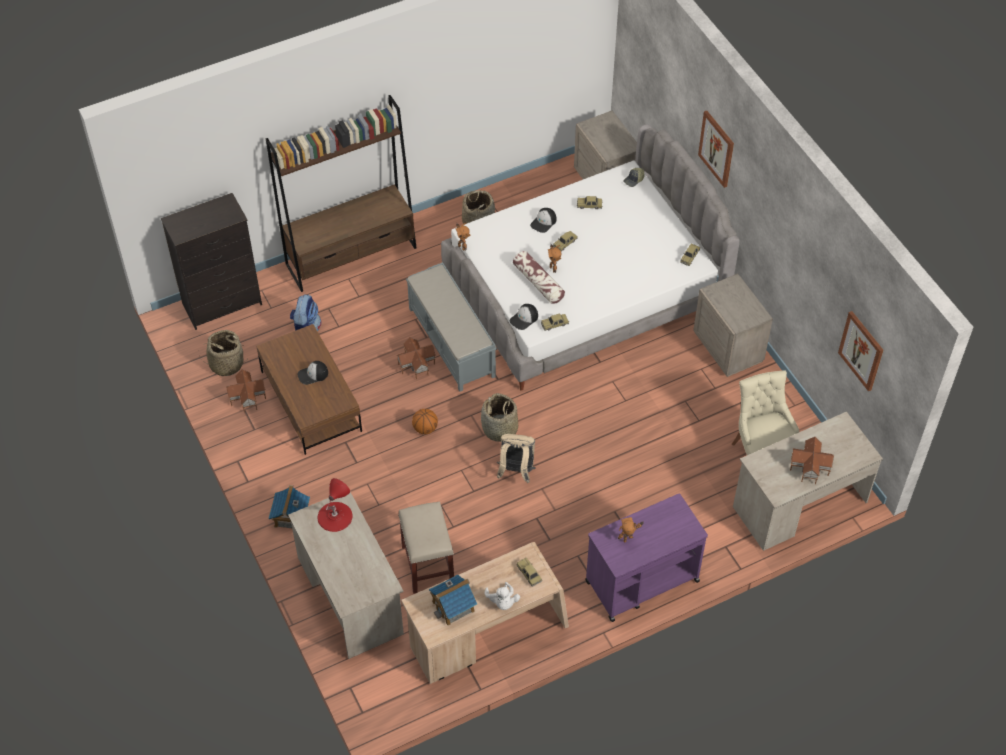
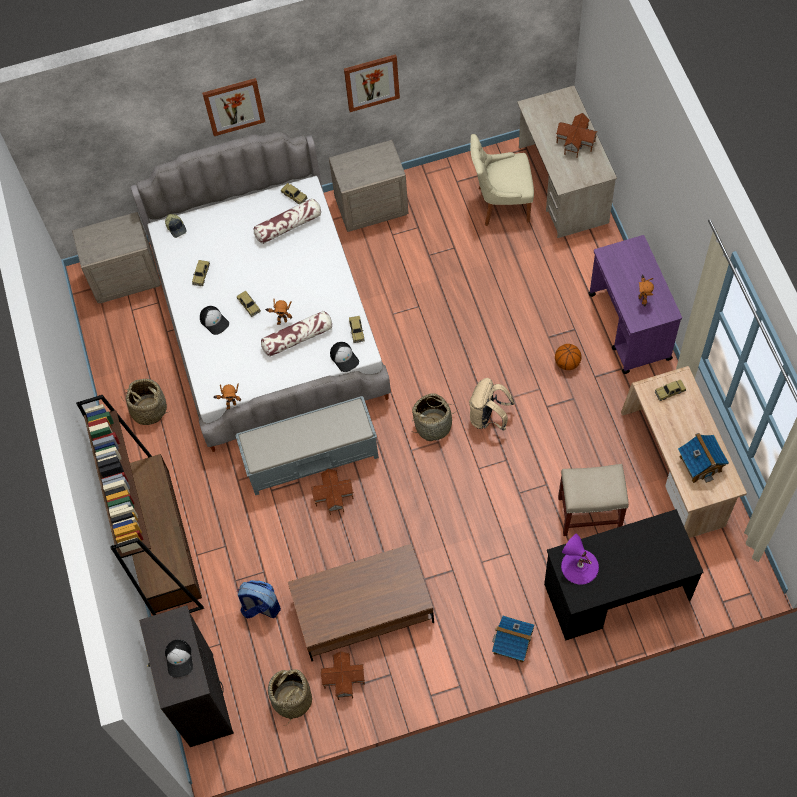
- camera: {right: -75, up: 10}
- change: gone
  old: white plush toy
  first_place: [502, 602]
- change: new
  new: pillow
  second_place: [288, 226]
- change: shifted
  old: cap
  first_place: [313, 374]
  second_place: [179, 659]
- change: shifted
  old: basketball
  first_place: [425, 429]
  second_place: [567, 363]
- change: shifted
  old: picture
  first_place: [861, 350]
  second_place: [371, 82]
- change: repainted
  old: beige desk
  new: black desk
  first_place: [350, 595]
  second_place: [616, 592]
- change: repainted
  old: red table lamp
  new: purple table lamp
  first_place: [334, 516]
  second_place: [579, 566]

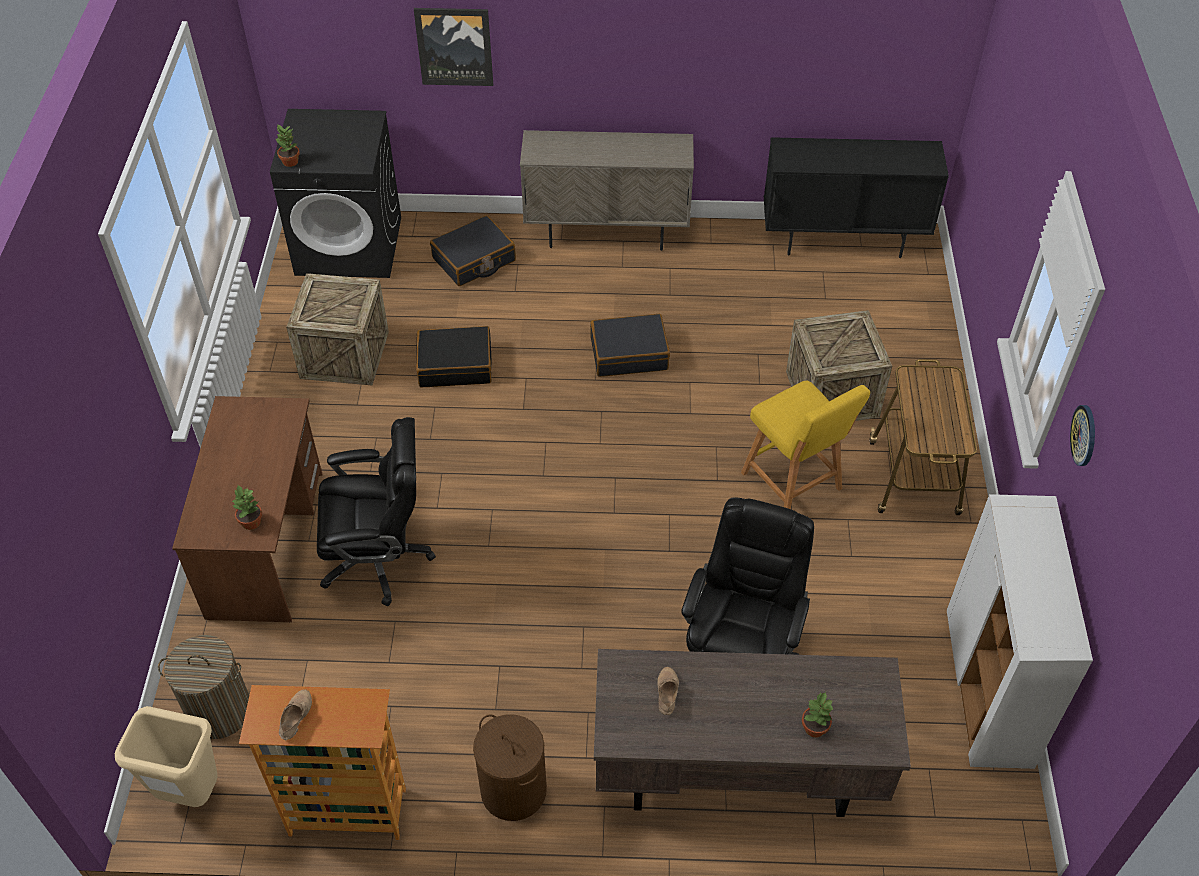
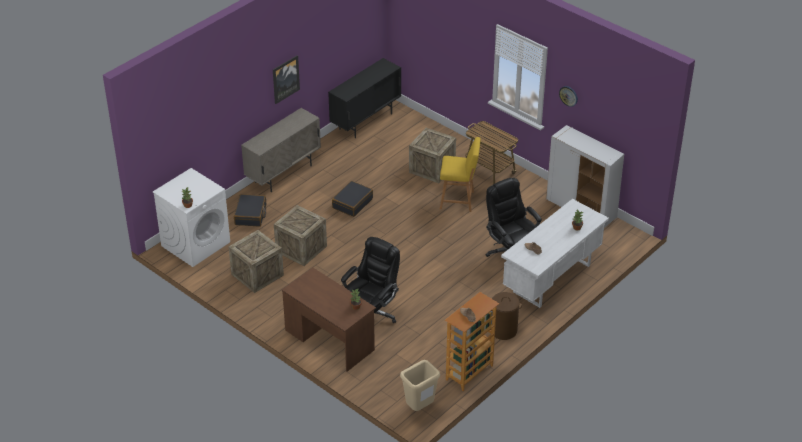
- camera: {right: -50, up: -10}
- change: gone
  old: laundry basket
  first_place: [219, 711]
- change: shifted
  old: picture
  first_place: [454, 46]
  second_place: [285, 79]
- change: swapped
  old: black suitcase
  new: crate
  first_place: [455, 365]
  second_place: [301, 249]
- change: repainted
  old: black washing machine
  new: white washing machine
  first_place: [350, 245]
  second_place: [196, 243]
- change: repainted
  old: brown desk
  new: white desk
  first_place: [736, 775]
  second_place: [551, 279]

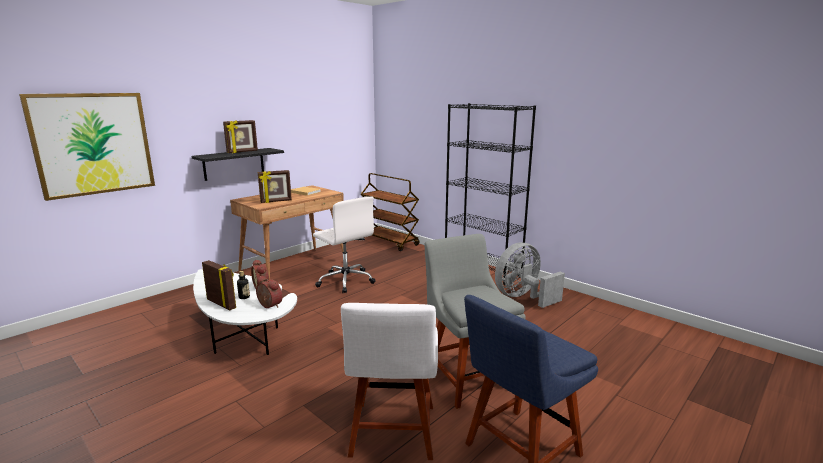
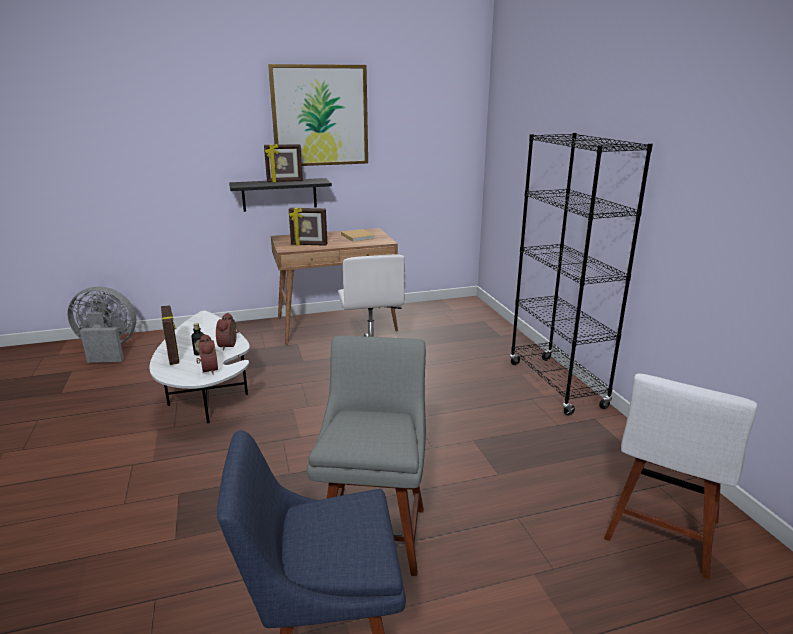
- camera: {right: 30, up: 5}
- change: gone
  old: brown cart
  first_place: [389, 242]
- change: shifted
  old: picture
  first_place: [93, 144]
  second_place: [320, 116]
- change: shifted
  old: white chair
  first_place: [392, 434]
  second_place: [661, 533]
- change: shifted
  old: grey fan
  first_place: [523, 297]
  second_place: [107, 350]

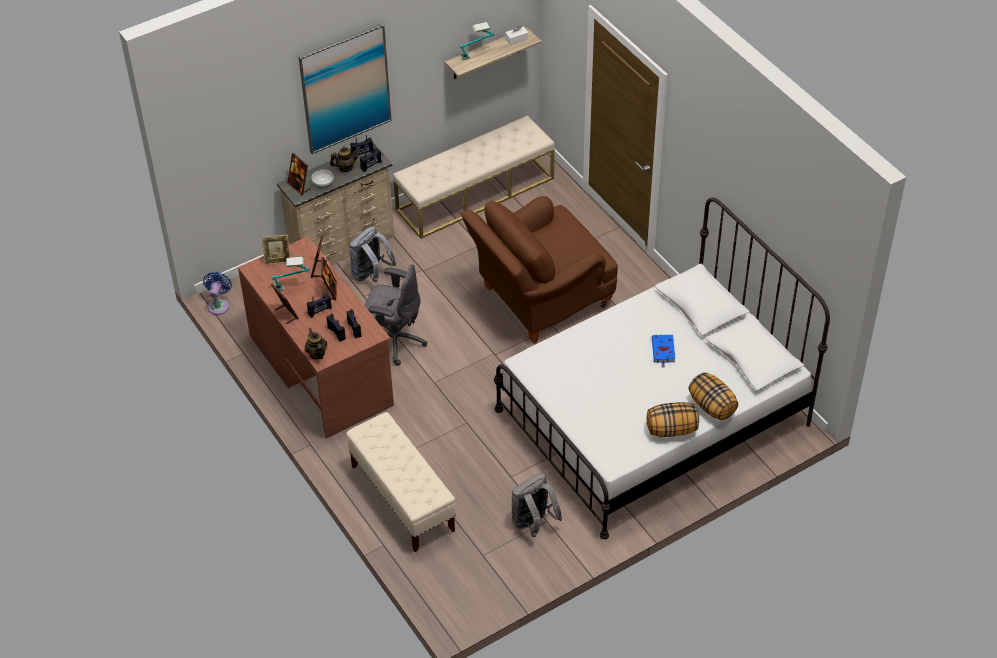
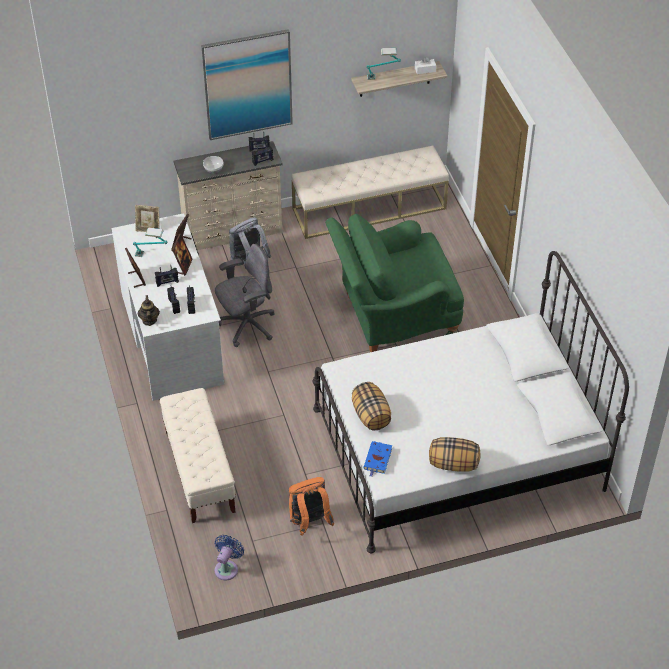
- camera: {right: 15, up: 0}
- change: gone
  old: picture frame
  first_place: [299, 186]
- change: gone
  old: teapot
  first_place: [345, 168]
- change: shifted
  old: blue fan
  first_place: [219, 305]
  second_place: [227, 568]
- change: shifted
  old: blue book
  first_place: [663, 351]
  second_place: [377, 460]
- change: shifted
  old: pillow
  first_place: [712, 406]
  second_place: [371, 415]
- change: repainted
  old: brown desk
  new: white desk
  first_place: [321, 369]
  second_place: [172, 337]
- change: repainted
  old: brown armchair
  new: green armchair
  first_place: [539, 299]
  second_place: [392, 316]
- change: repainted
  old: grey backpack
  new: orange backpack
  first_place: [533, 523]
  second_place: [309, 522]
- change: rotated
  old: grey office chair
  first_place: [394, 341]
  second_place: [246, 326]
  degrees: -60

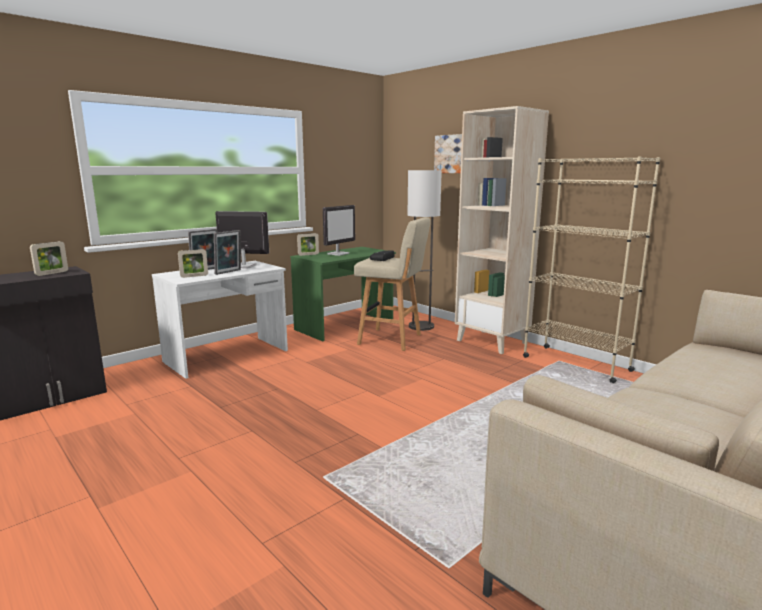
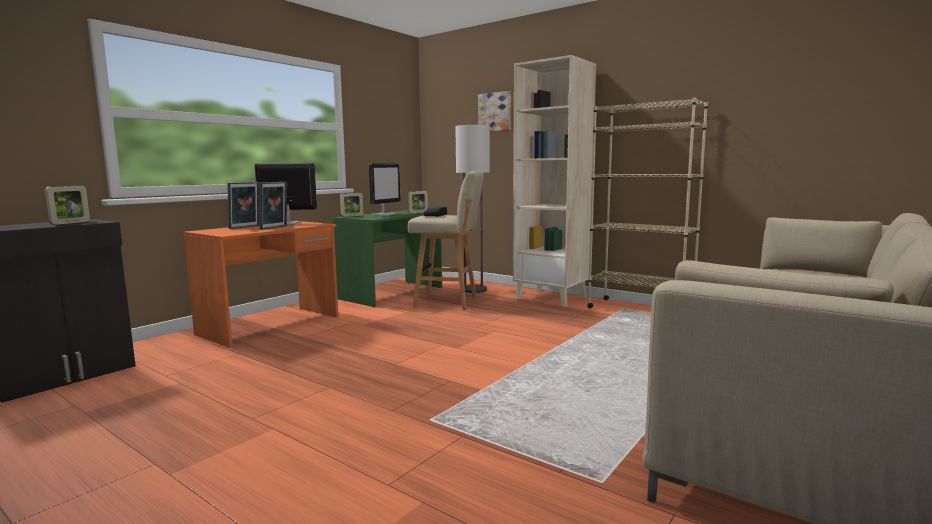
- camera: {right: -10, up: -5}
- change: shifted
  old: picture frame
  first_place: [194, 276]
  second_place: [418, 212]
- change: repainted
  old: white desk
  new: orange desk
  first_place: [228, 356]
  second_place: [271, 325]

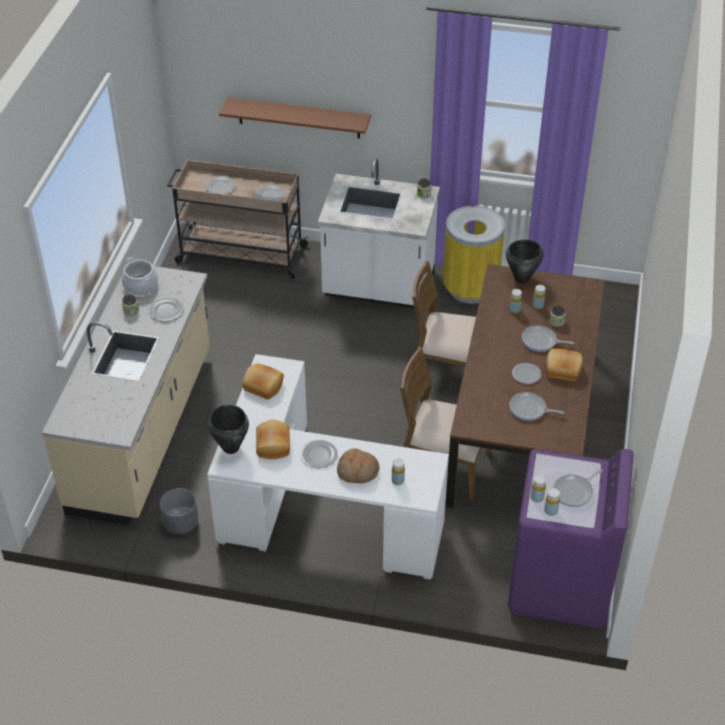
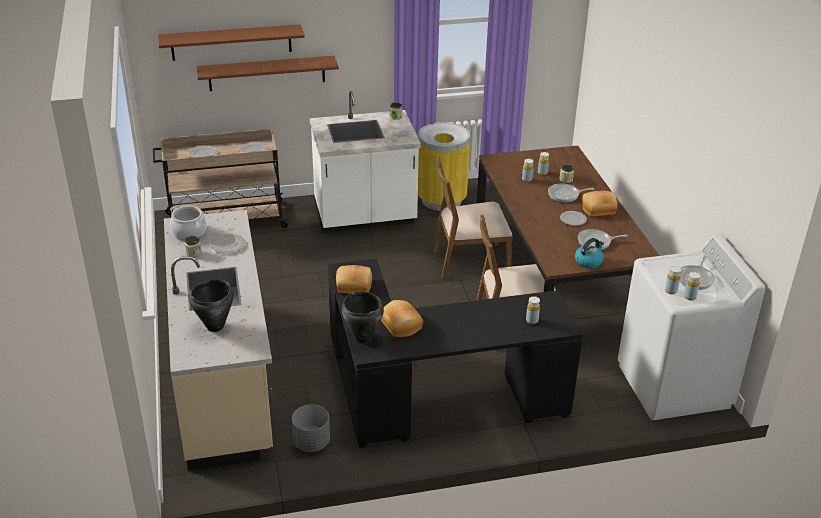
- camera: {right: -25, up: -10}
- change: gone
  old: plate
  first_place: [318, 455]
- change: gone
  old: bread
  first_place: [357, 471]
- change: new
  new: brown shelf
  second_place: [231, 42]
- change: new
  new: kettle
  second_place: [588, 261]
- change: shifted
  old: black cooking pot
  first_place: [522, 279]
  second_place: [215, 326]
- change: repainted
  old: white desk
  new: black desk
  first_place: [314, 513]
  second_place: [430, 397]
- change: repainted
  old: purple washing machine
  new: white washing machine
  first_place: [560, 584]
  second_place: [674, 386]

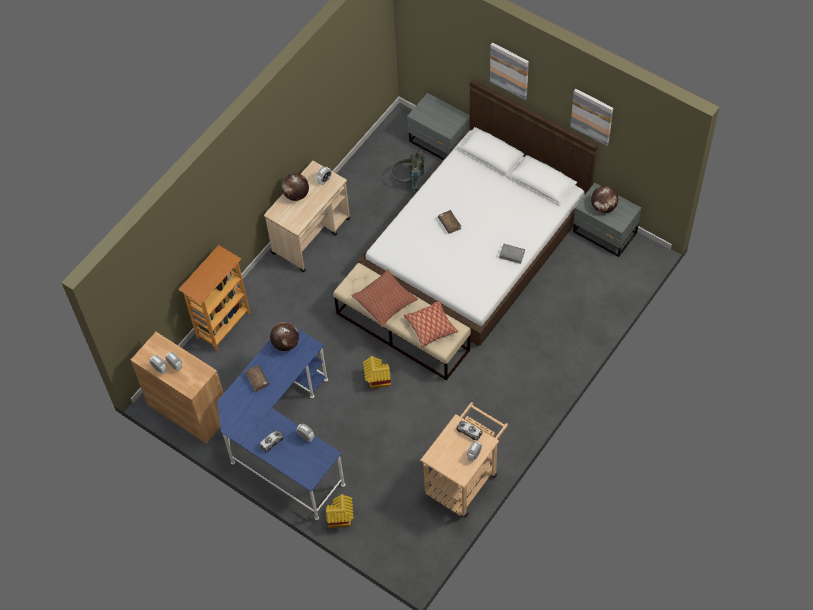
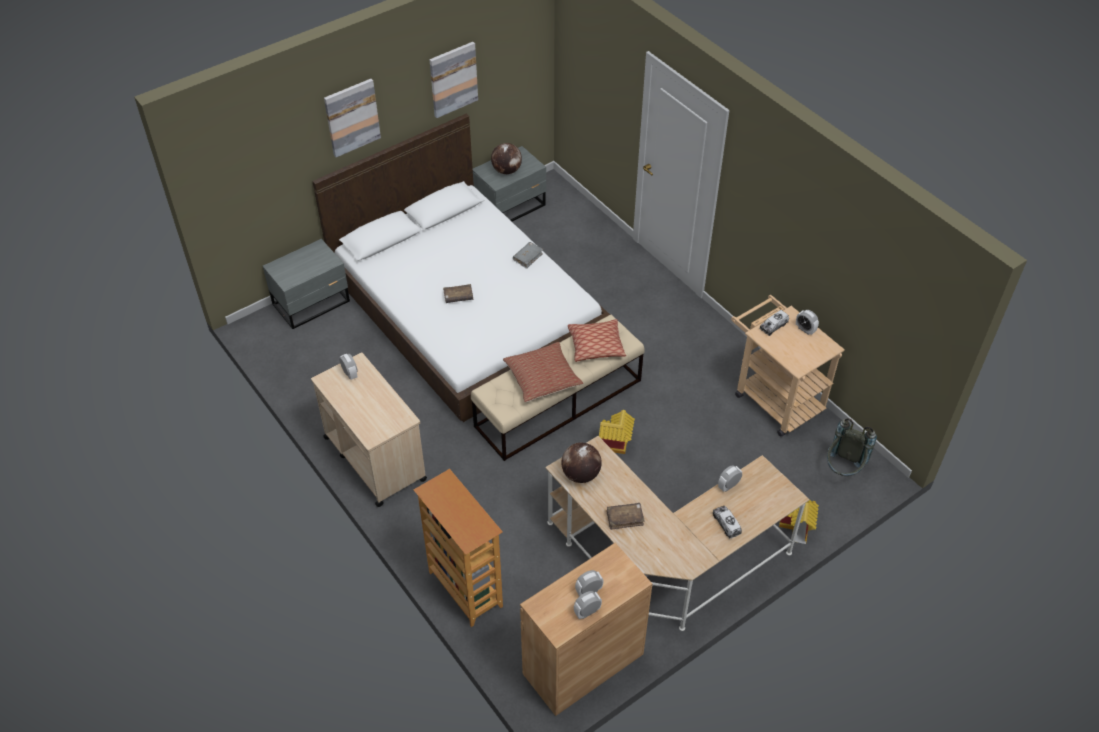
- camera: {right: -75, up: -10}
- change: gone
  old: globe
  first_place: [296, 195]
- change: shifted
  old: grey backpack
  first_place: [408, 181]
  second_place: [842, 470]
- change: repainted
  old: blue desk
  new: beige desk
  first_place: [283, 439]
  second_place: [666, 561]

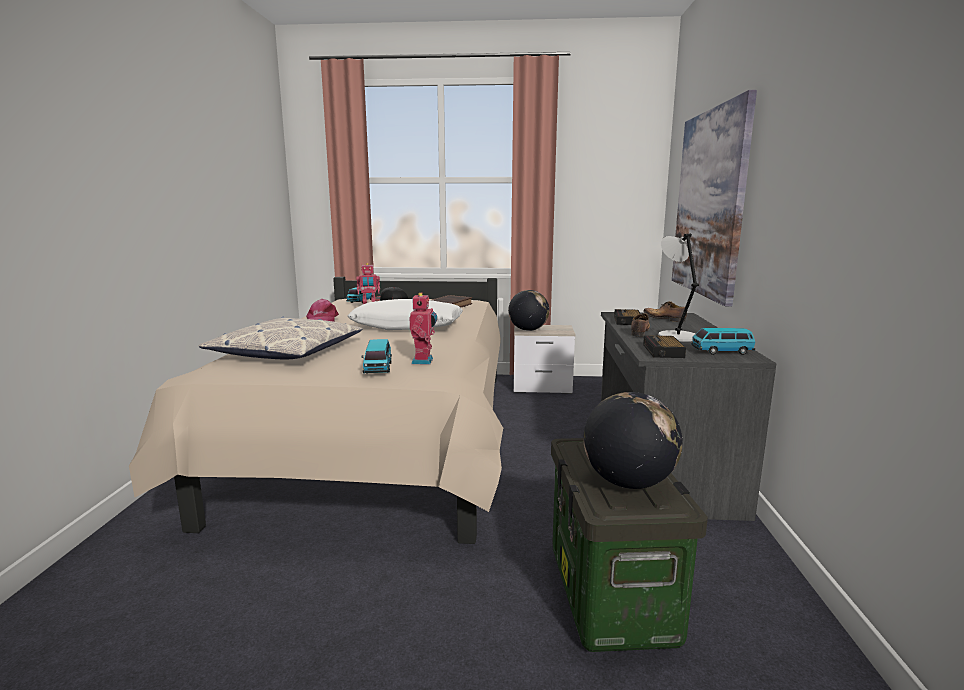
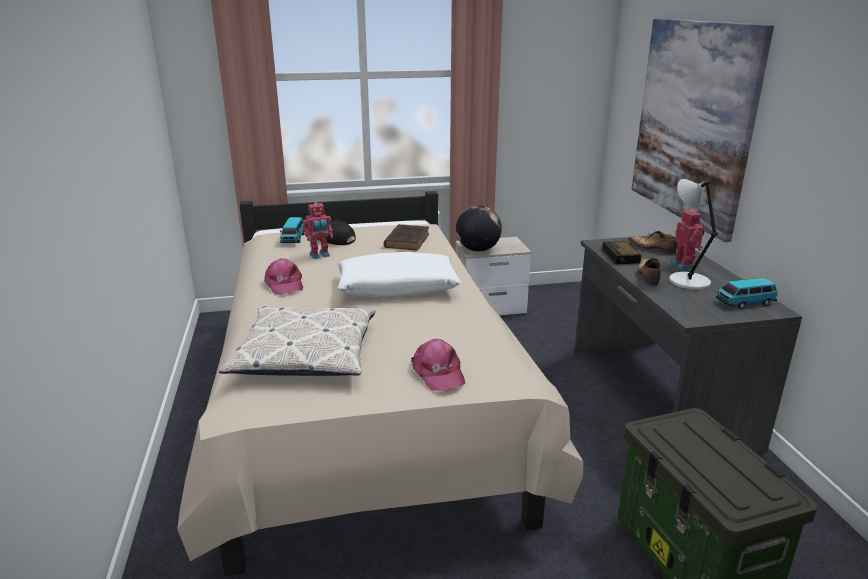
- camera: {right: -15, up: 10}
- change: gone
  old: globe
  first_place: [628, 482]
- change: gone
  old: alarm clock
  first_place: [663, 351]
- change: shifted
  old: toy robot
  first_place: [424, 361]
  second_place: [684, 265]
- change: swapped
  old: toy car
  new: pink cap
  first_place: [378, 368]
  second_place: [438, 373]

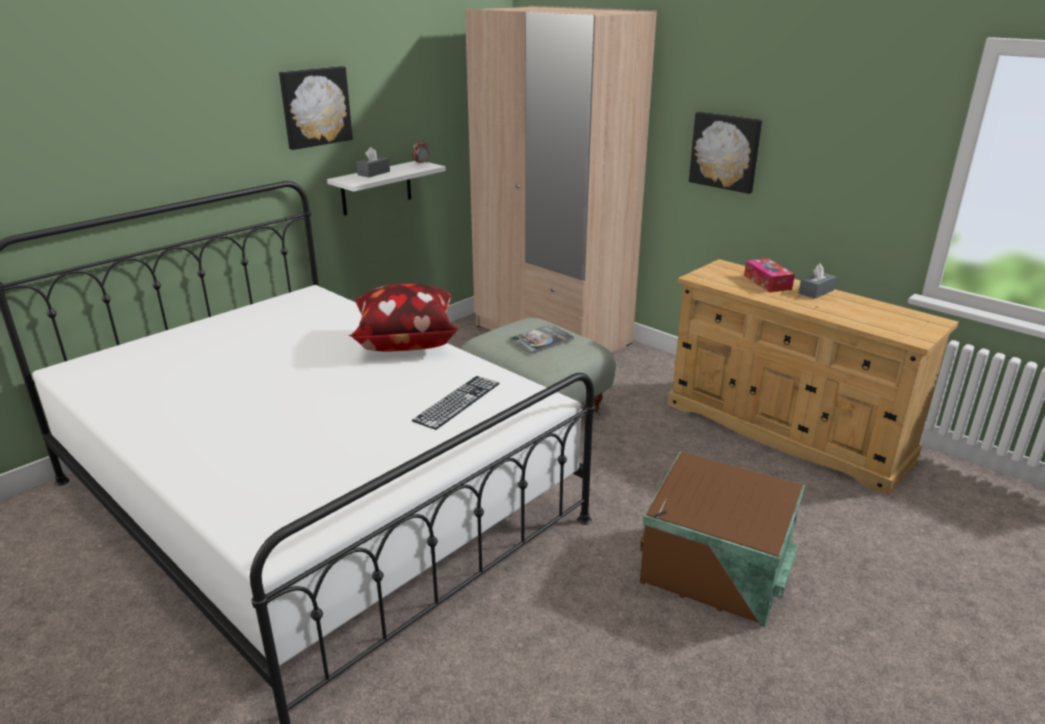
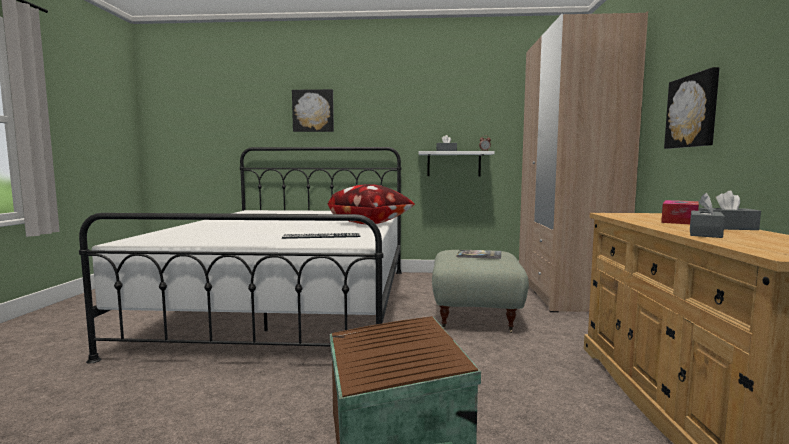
- camera: {right: 50, up: -20}
- change: new
  new: grey tissue box
  second_place: [705, 233]
- change: shifted
  old: picture
  first_place: [315, 107]
  second_place: [313, 111]

